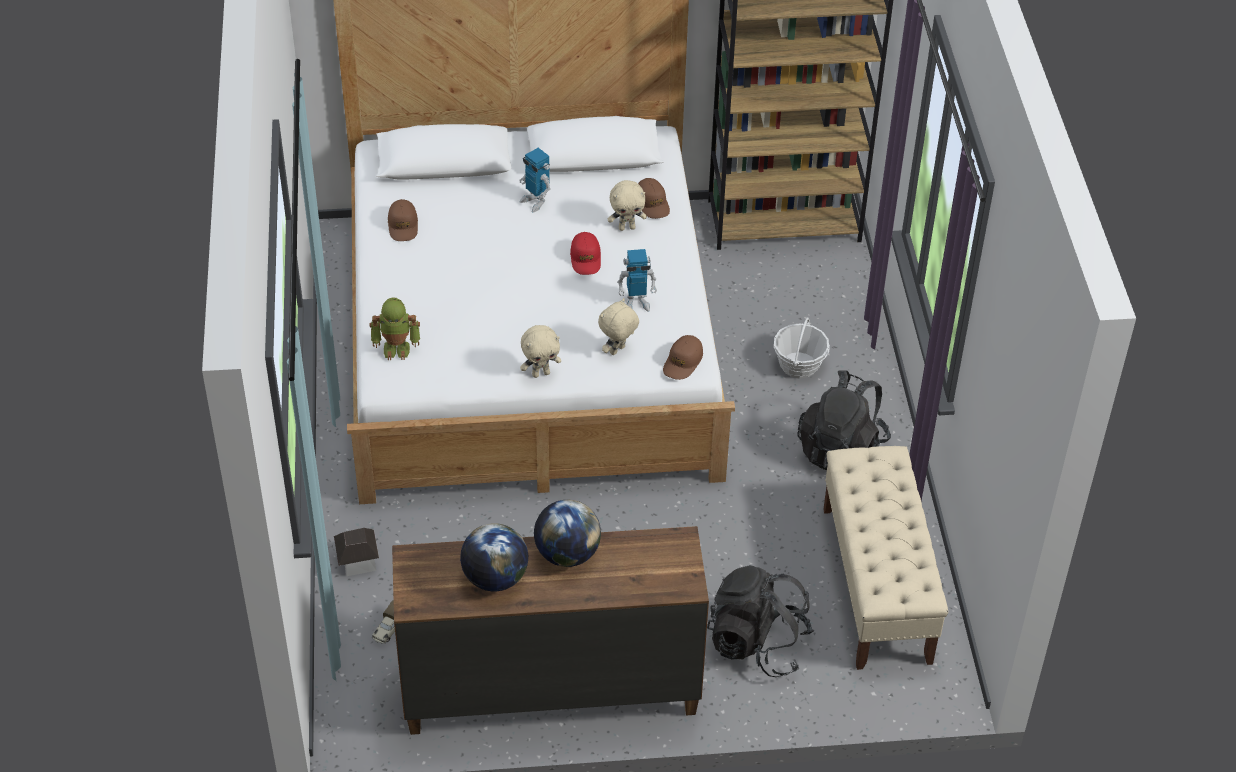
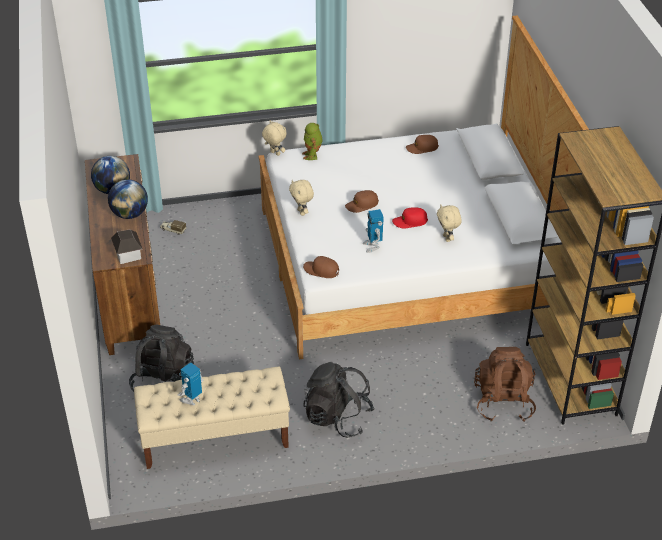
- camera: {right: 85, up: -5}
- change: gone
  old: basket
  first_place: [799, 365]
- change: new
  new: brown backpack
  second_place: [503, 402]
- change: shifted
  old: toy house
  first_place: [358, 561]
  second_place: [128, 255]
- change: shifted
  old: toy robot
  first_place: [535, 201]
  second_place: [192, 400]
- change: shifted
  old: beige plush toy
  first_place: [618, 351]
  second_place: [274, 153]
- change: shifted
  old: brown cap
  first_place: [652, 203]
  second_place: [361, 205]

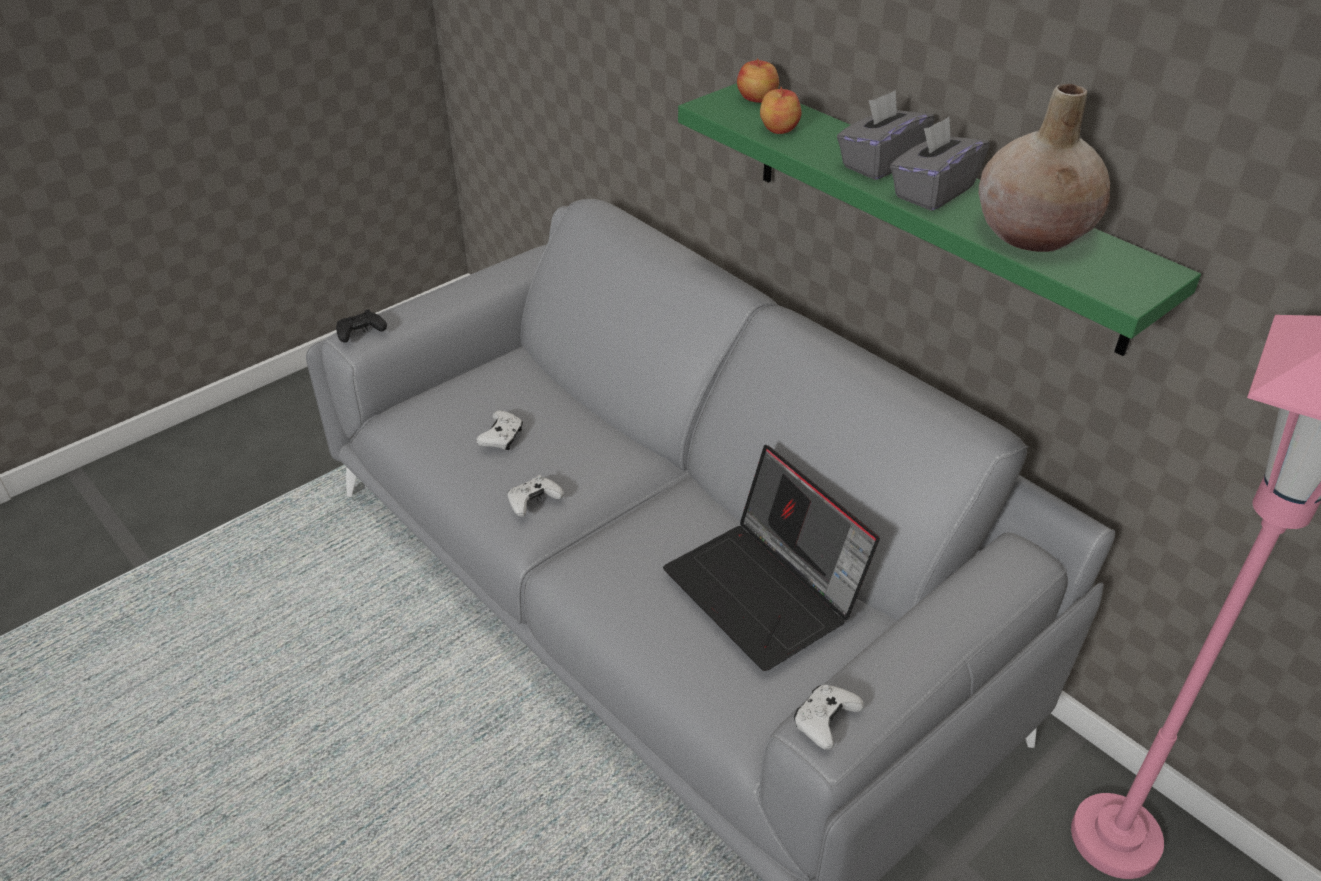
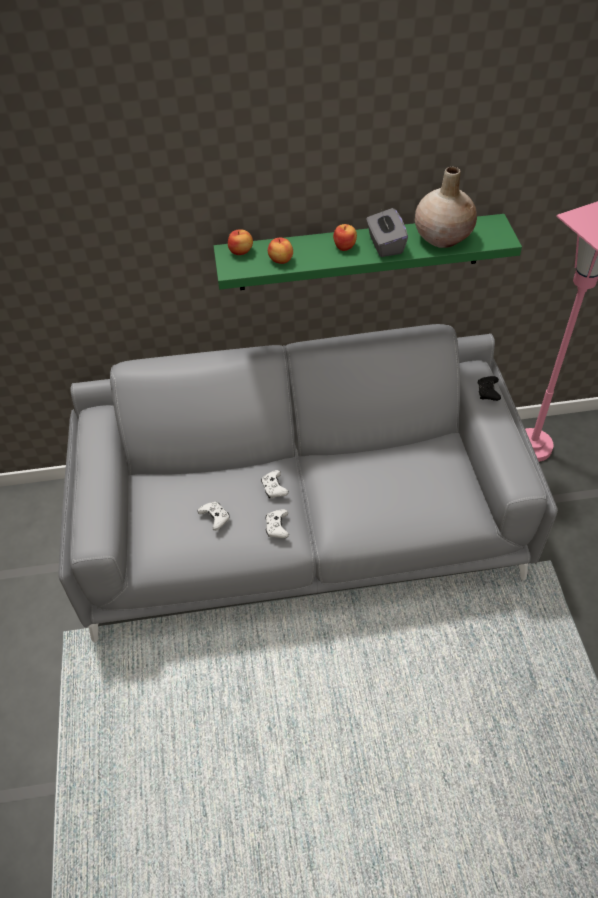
- camera: {right: -55, up: 10}
- change: gone
  old: laptop
  first_place: [766, 592]
- change: shifted
  old: black game controller
  first_place: [360, 333]
  second_place: [487, 392]
- change: shifted
  old: white game controller
  first_place: [825, 722]
  second_place: [274, 488]
- change: swapped
  old: grey tissue box
  new: apple
  first_place: [880, 163]
  second_place: [345, 246]

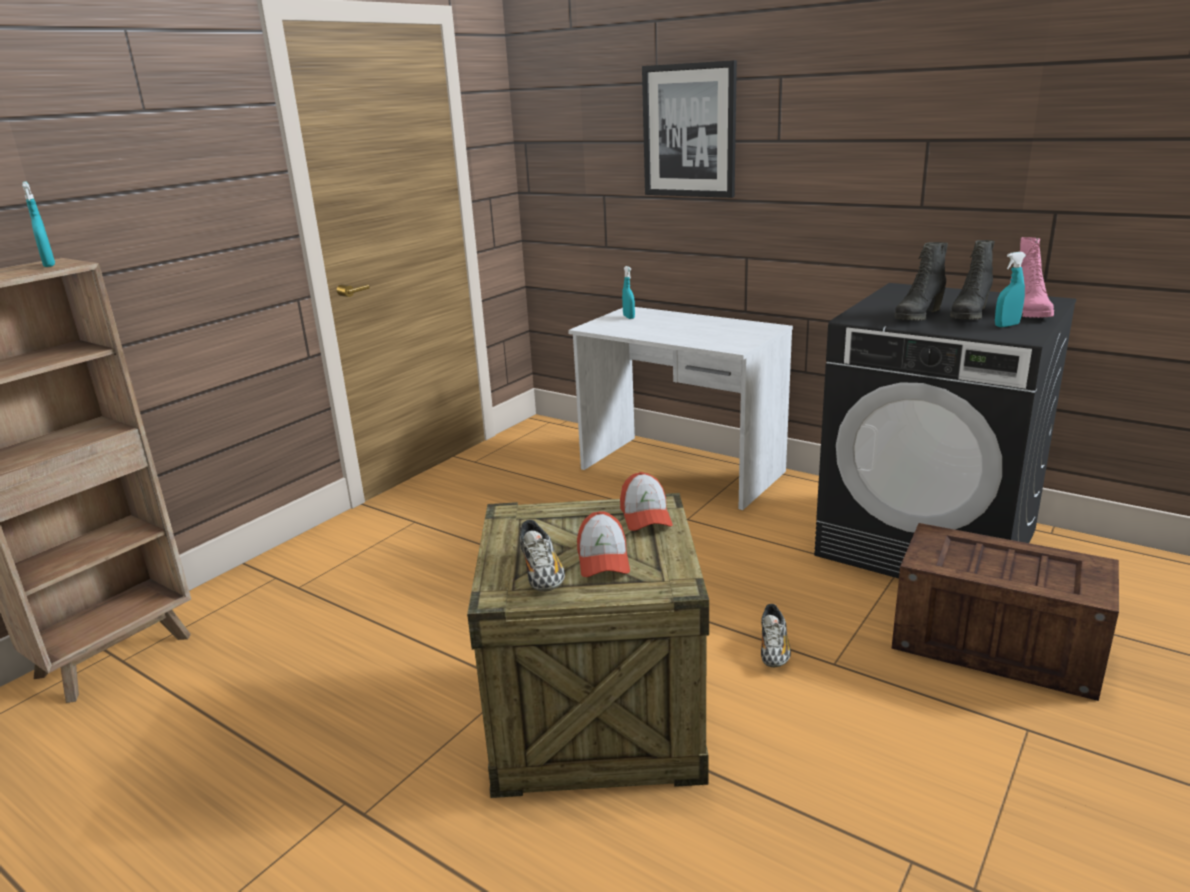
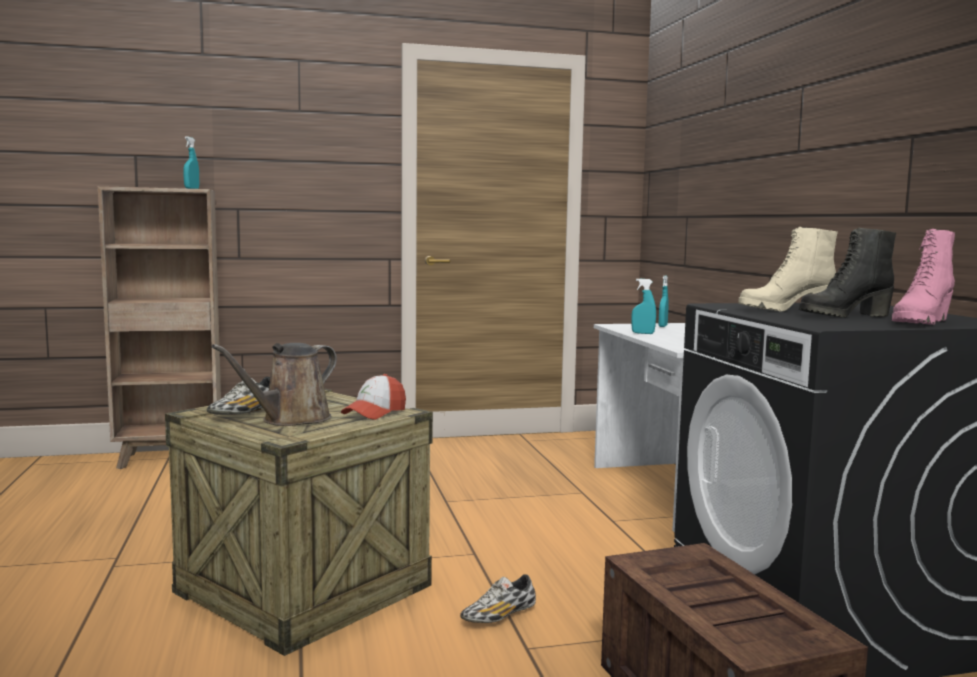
- camera: {right: 40, up: -15}
- change: gone
  old: picture
  first_place: [689, 131]
- change: shifted
  old: turquoise spray bottle
  first_place: [1006, 325]
  second_place: [643, 333]
- change: swapped
  old: cap
  new: brown watering can
  first_place: [603, 559]
  second_place: [291, 420]
- change: repainted
  old: black boot
  new: beige boot
  first_place: [917, 316]
  second_place: [784, 310]

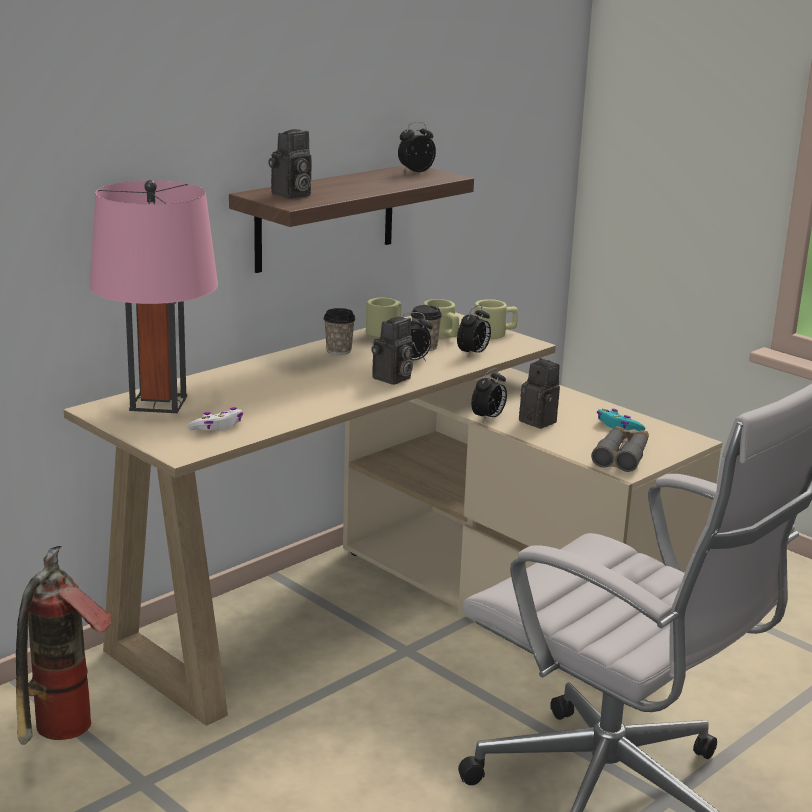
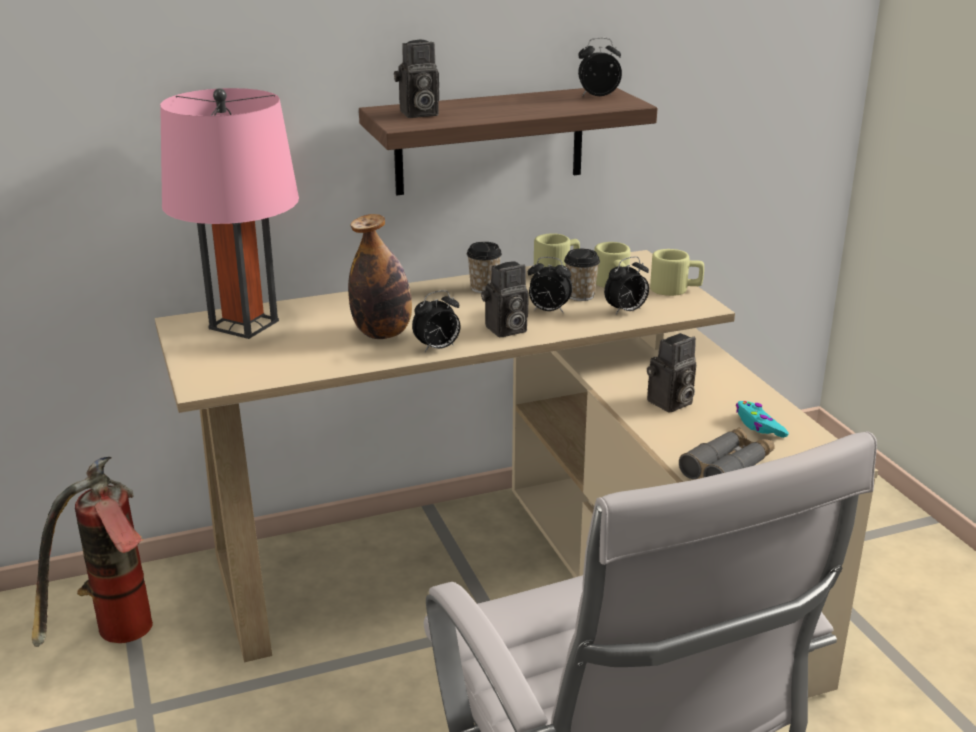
- camera: {right: 25, up: 5}
- change: gone
  old: white game controller
  first_place: [217, 427]
- change: new
  new: bottle
  second_place: [382, 333]
- change: shifted
  old: alarm clock
  first_place: [488, 418]
  second_place: [437, 348]
- change: rotated
  old: photo camera
  first_place: [540, 421]
  second_place: [670, 404]
  degrees: 75

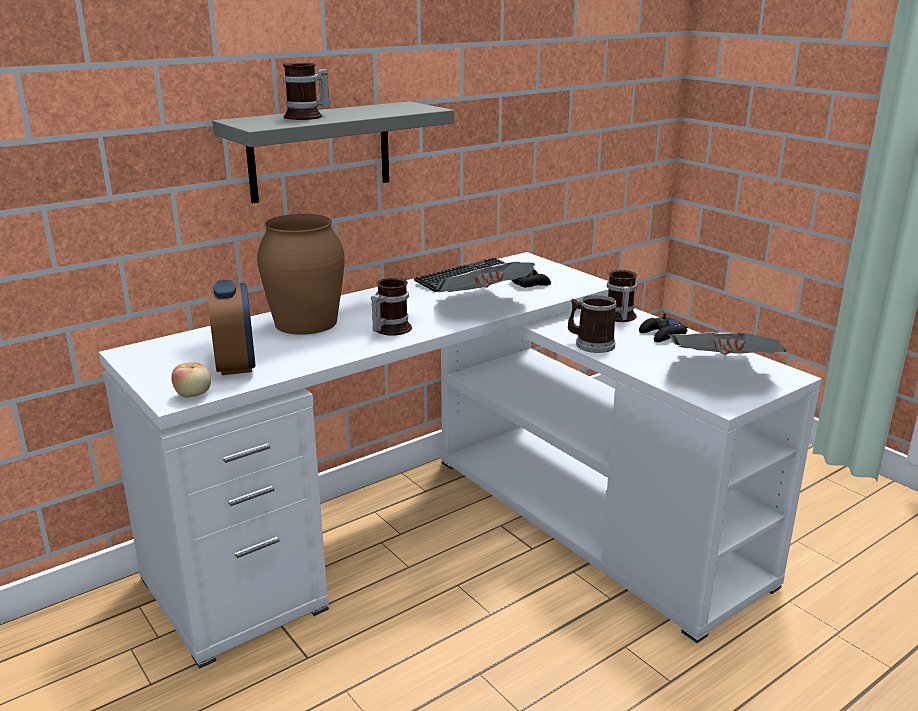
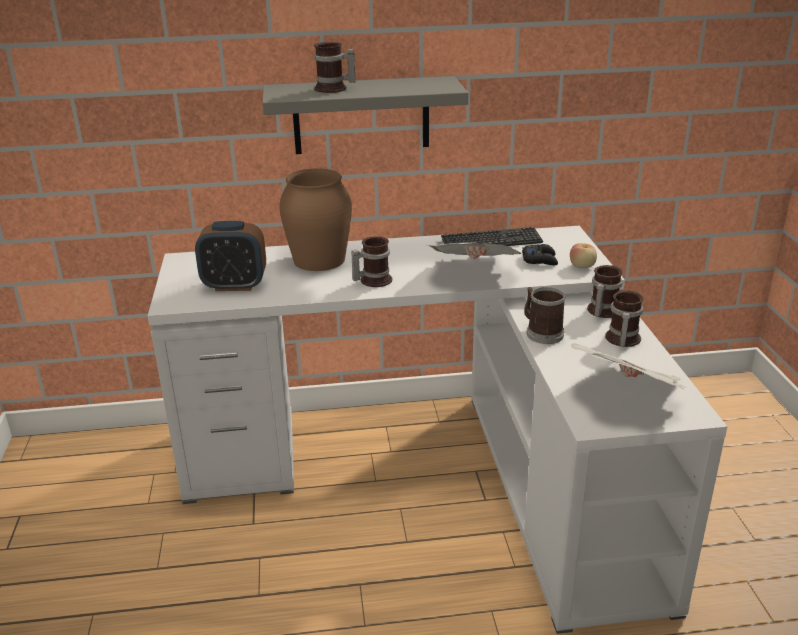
- camera: {right: 30, up: 5}
- change: shifted
  old: apple
  first_place: [194, 395]
  second_place: [582, 267]
- change: swapped
  old: black game controller
  new: mug
  first_place: [662, 335]
  second_place: [621, 339]
- change: rotated
  old: alarm clock
  first_place: [236, 364]
  second_place: [234, 285]
  degrees: 75

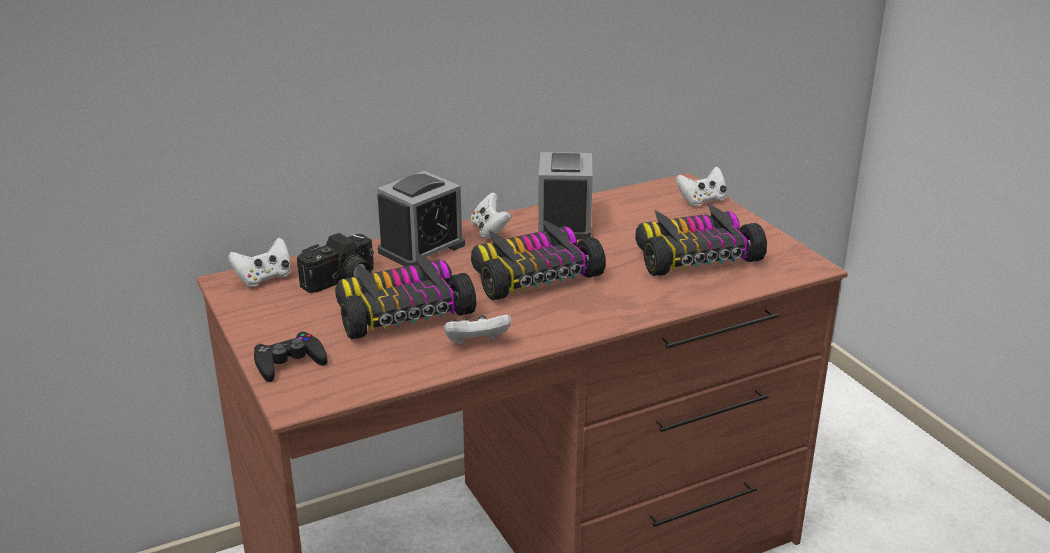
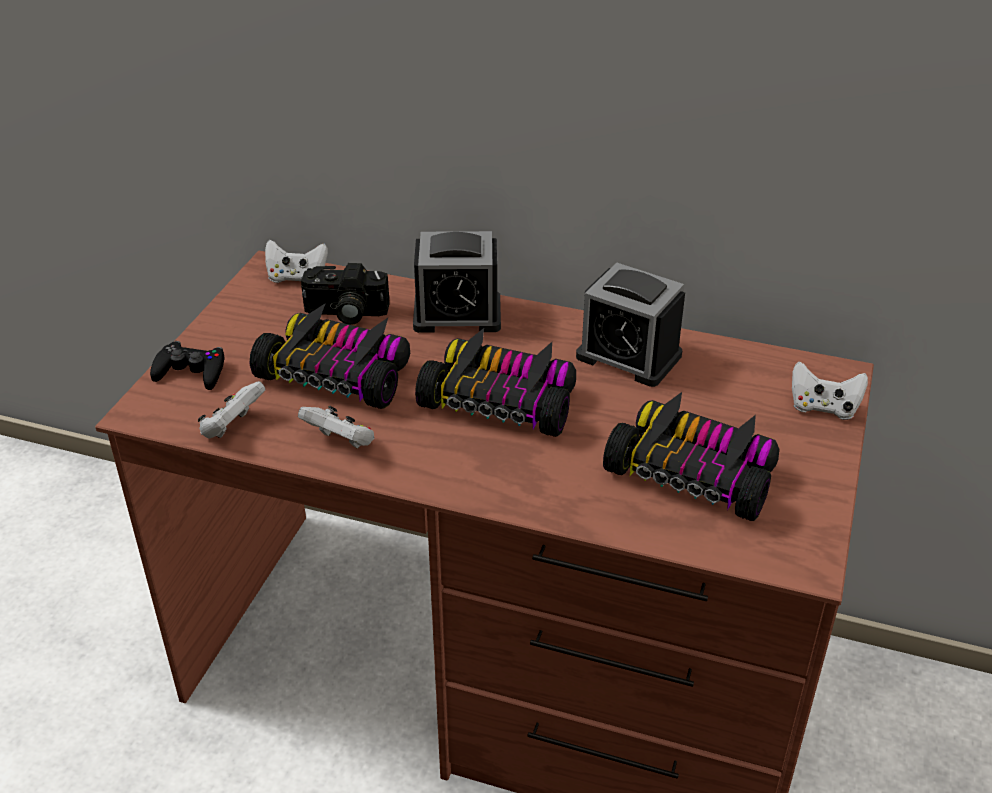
- camera: {right: 45, up: 10}
- change: shifted
  old: white game controller
  first_place: [489, 231]
  second_place: [233, 427]
- change: rotated
  old: alarm clock
  first_place: [564, 223]
  second_place: [628, 356]
  degrees: 75

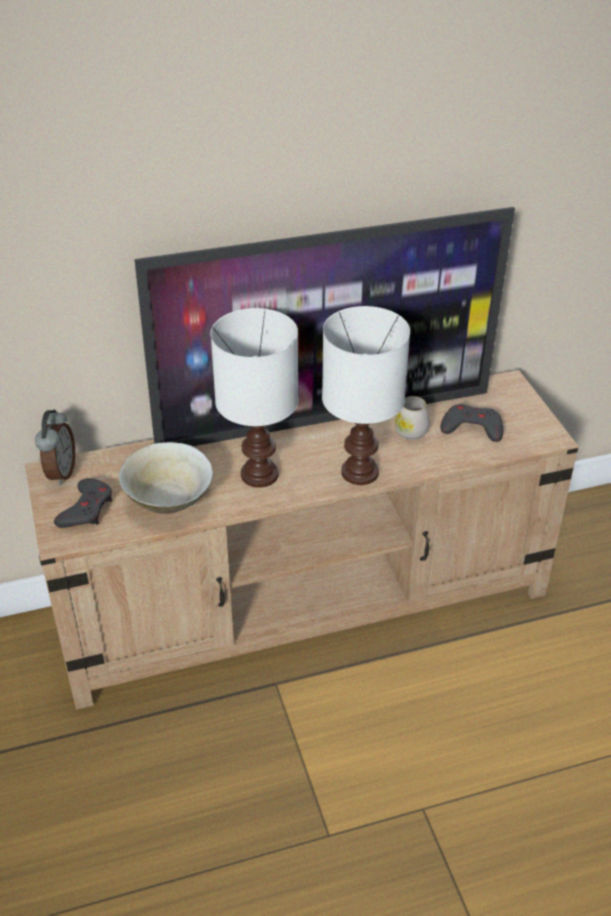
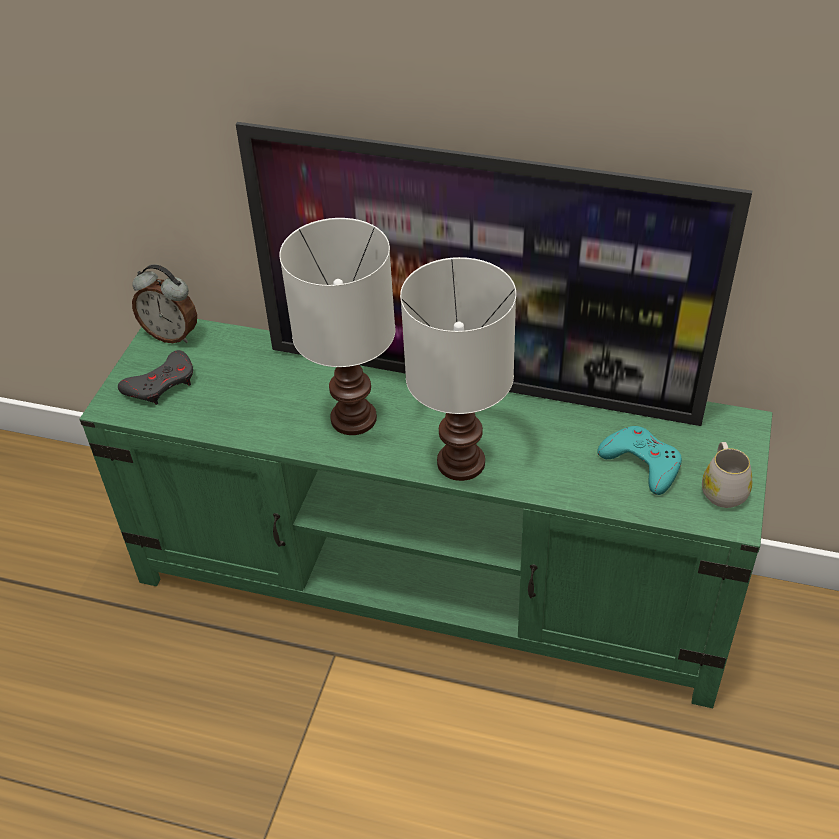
- camera: {right: 35, up: 5}
- change: gone
  old: beige bowl
  first_place: [168, 500]
- change: shifted
  old: white mug
  first_place: [408, 429]
  second_place: [722, 489]
- change: repainted
  old: beige tv stand
  new: green tv stand
  first_place: [306, 604]
  second_place: [432, 582]
- change: repainted
  old: grey game controller
  new: turquoise game controller
  first_place: [472, 427]
  second_place: [642, 463]
- change: rotated
  old: alarm clock
  first_place: [60, 473]
  second_place: [172, 334]
  degrees: 75

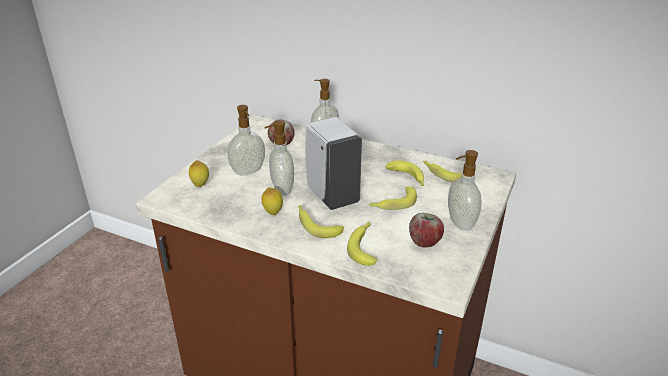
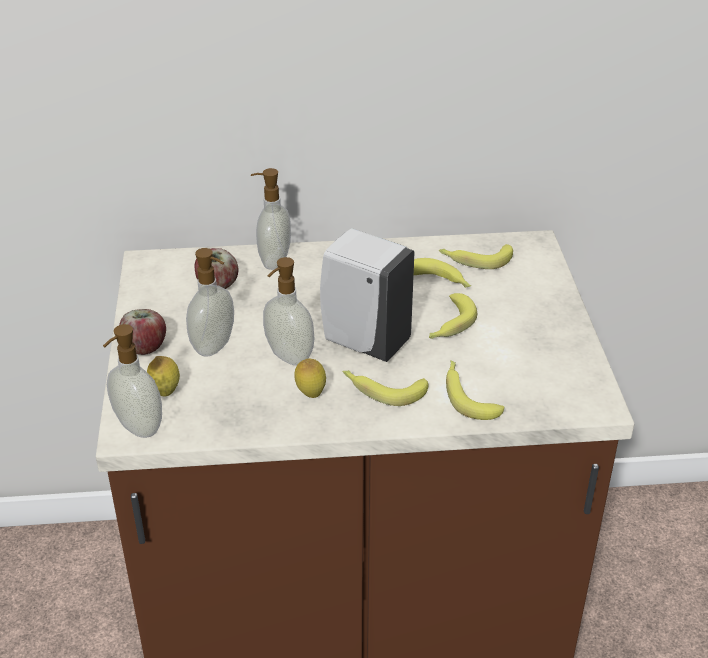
- camera: {right: -30, up: 5}
- change: shifted
  old: apple
  first_place: [424, 242]
  second_place: [145, 347]
- change: shifted
  old: soap dispenser
  first_place: [459, 223]
  second_place: [137, 427]

